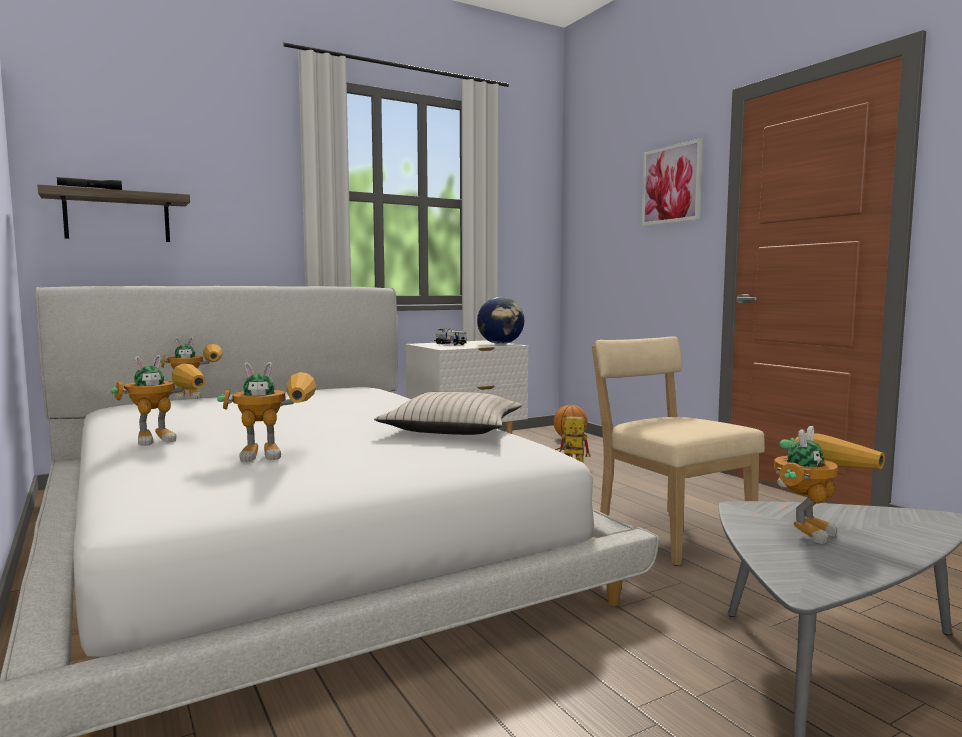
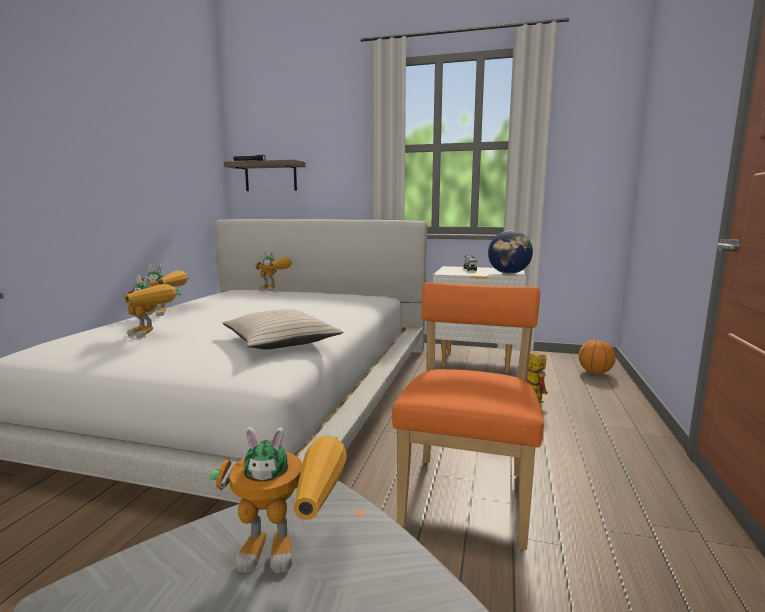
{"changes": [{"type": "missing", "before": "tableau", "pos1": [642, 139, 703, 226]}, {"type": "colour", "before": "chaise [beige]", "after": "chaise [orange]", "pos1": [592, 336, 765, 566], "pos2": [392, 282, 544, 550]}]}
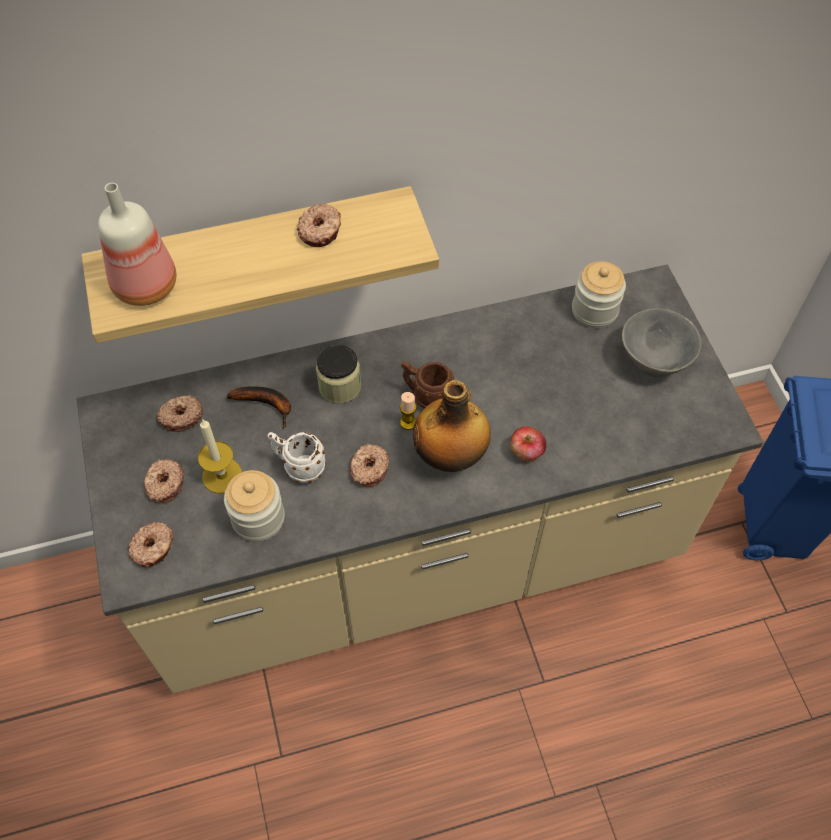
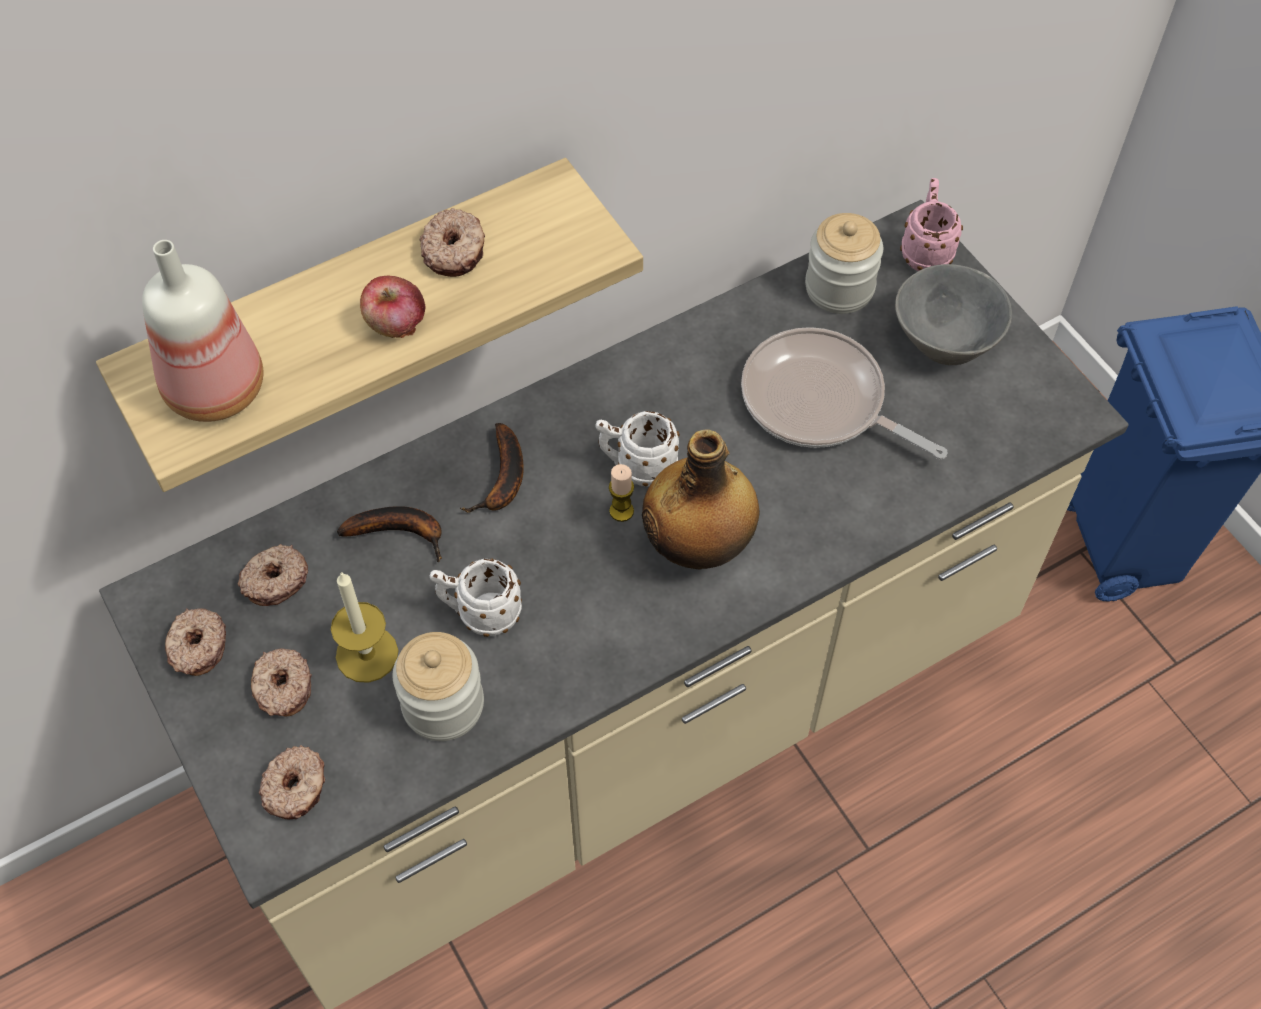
{"changes": [{"type": "appeared", "after": "poêle", "pos2": [741, 327, 947, 459]}, {"type": "appeared", "after": "mug [rose]", "pos2": [900, 178, 963, 271]}, {"type": "relocated", "before": "beignet", "pos1": [350, 443, 390, 487], "pos2": [165, 608, 226, 676]}, {"type": "relocated", "before": "pomme", "pos1": [510, 426, 546, 461], "pos2": [360, 276, 425, 338]}, {"type": "exchanged", "before": "bocal", "after": "banane", "pos1": [316, 345, 361, 404], "pos2": [460, 423, 524, 513]}, {"type": "colour", "before": "mug [marron]", "after": "mug [blanc]", "pos1": [401, 361, 455, 408], "pos2": [595, 411, 680, 486]}]}
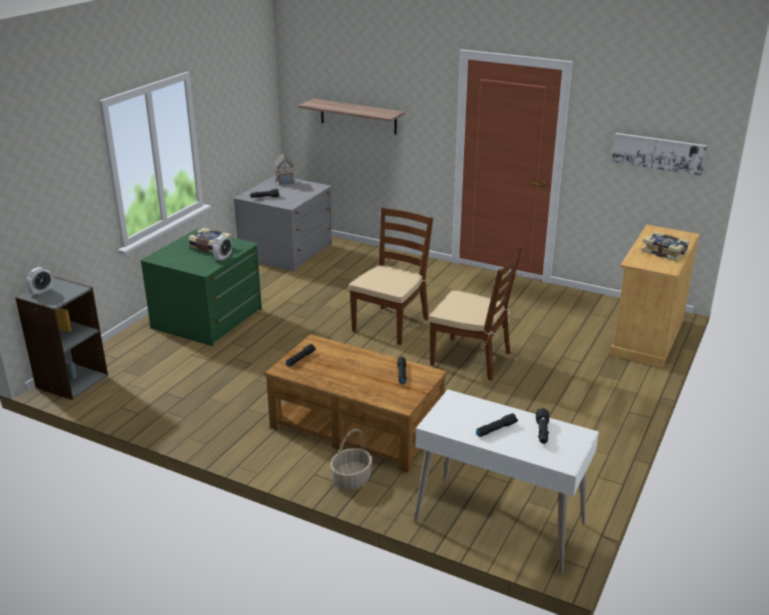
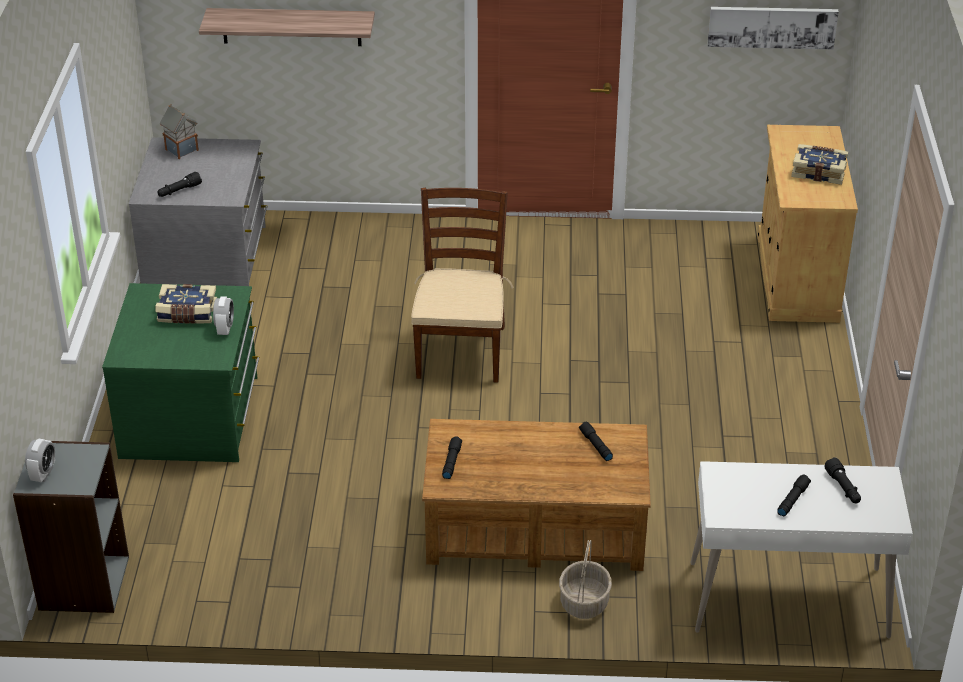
{"changes": [{"type": "missing", "before": "chaise [marron]", "pos1": [429, 246, 522, 380]}]}
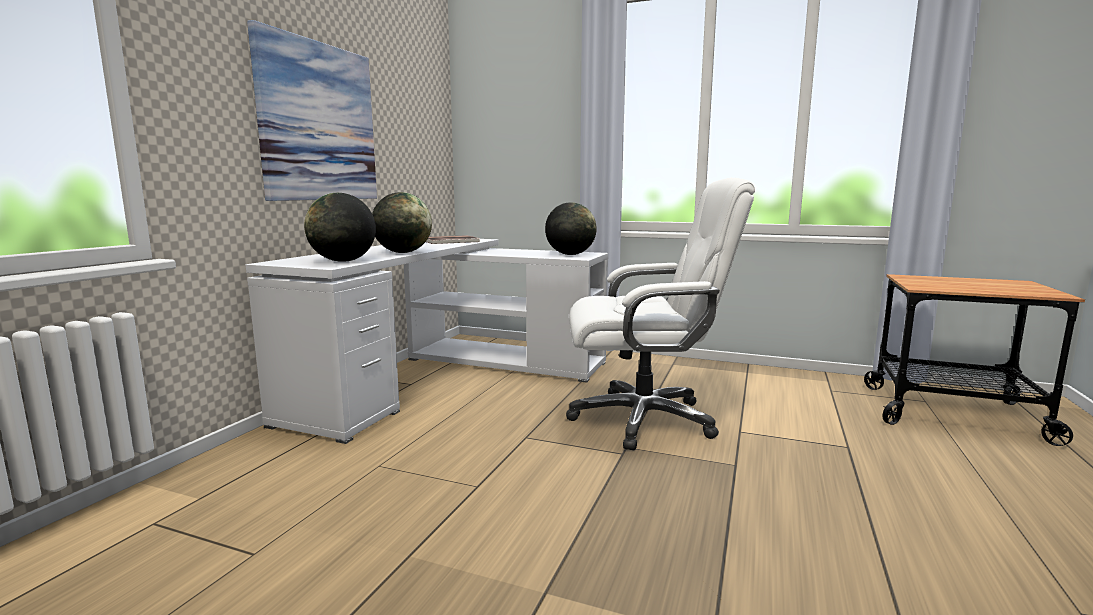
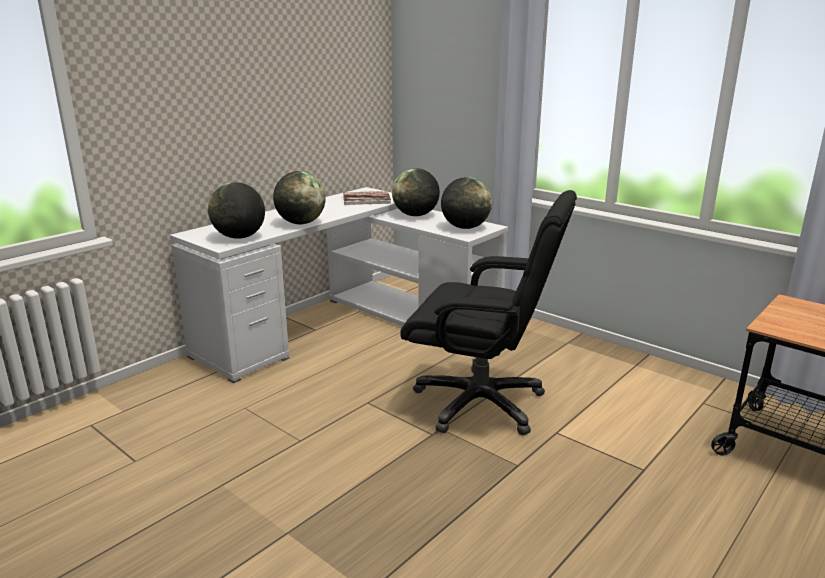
{"changes": [{"type": "missing", "before": "tableau", "pos1": [247, 20, 377, 201]}, {"type": "appeared", "after": "globe", "pos2": [392, 168, 440, 216]}, {"type": "colour", "before": "chaise de bureau [blanc]", "after": "chaise de bureau [noir]", "pos1": [566, 177, 755, 450], "pos2": [400, 190, 577, 435]}]}
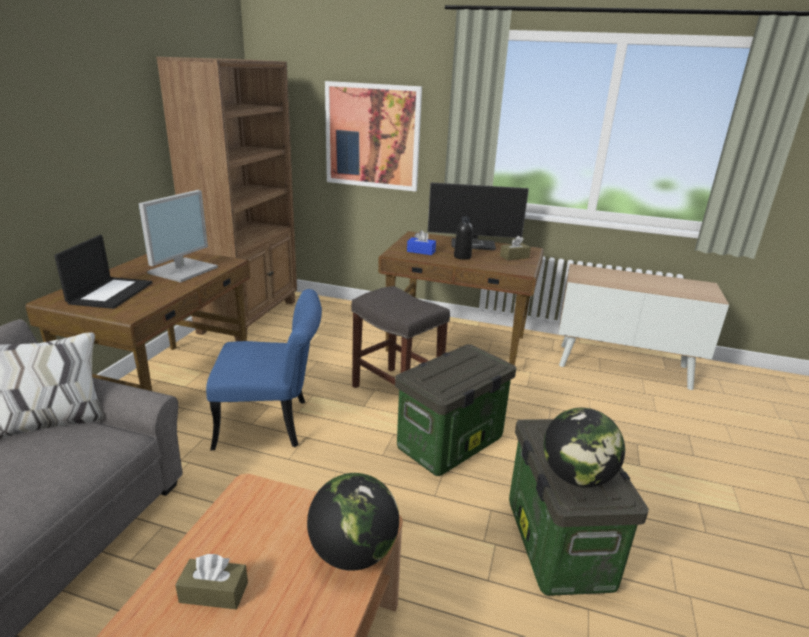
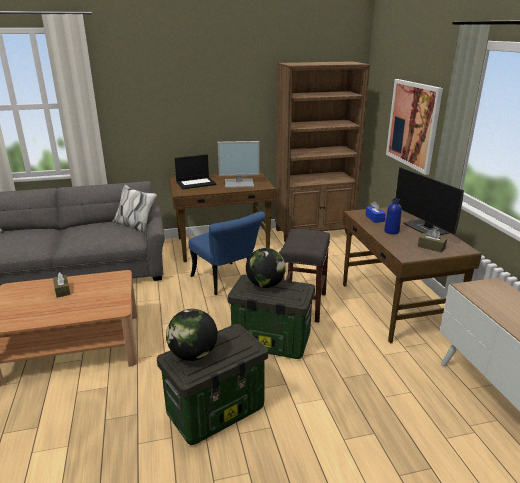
{"changes": [{"type": "relocated", "before": "globe", "pos1": [307, 473, 399, 571], "pos2": [246, 248, 286, 288]}, {"type": "colour", "before": "bouteille [noir]", "after": "bouteille [bleu]", "pos1": [454, 216, 473, 260], "pos2": [384, 198, 402, 234]}]}
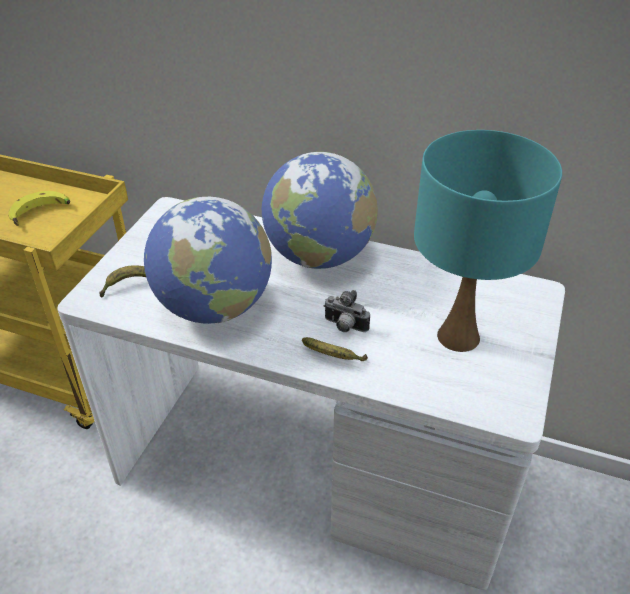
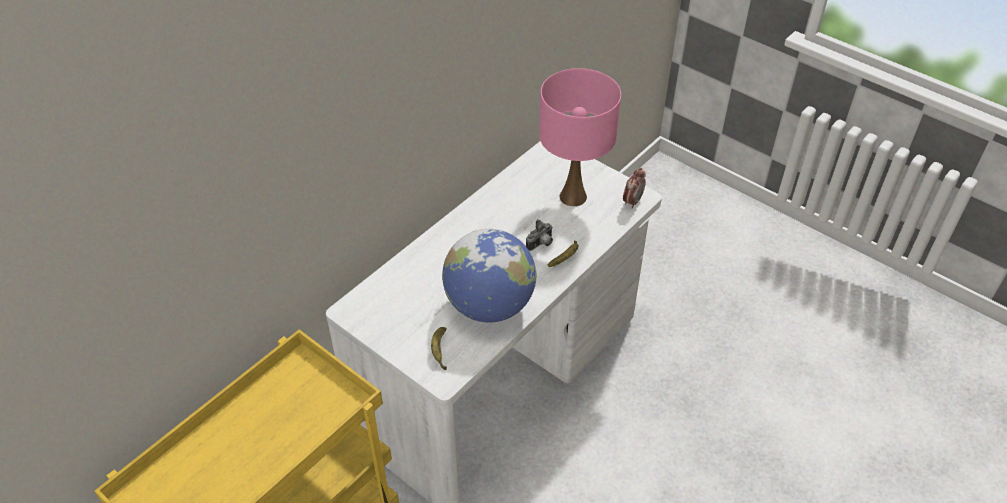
{"changes": [{"type": "missing", "before": "banane", "pos1": [8, 191, 70, 226]}, {"type": "missing", "before": "globe", "pos1": [262, 152, 378, 269]}, {"type": "appeared", "after": "réveil", "pos2": [623, 168, 646, 209]}, {"type": "colour", "before": "lampe de table [turquoise]", "after": "lampe de table [rose]", "pos1": [414, 130, 562, 352], "pos2": [539, 68, 621, 206]}]}
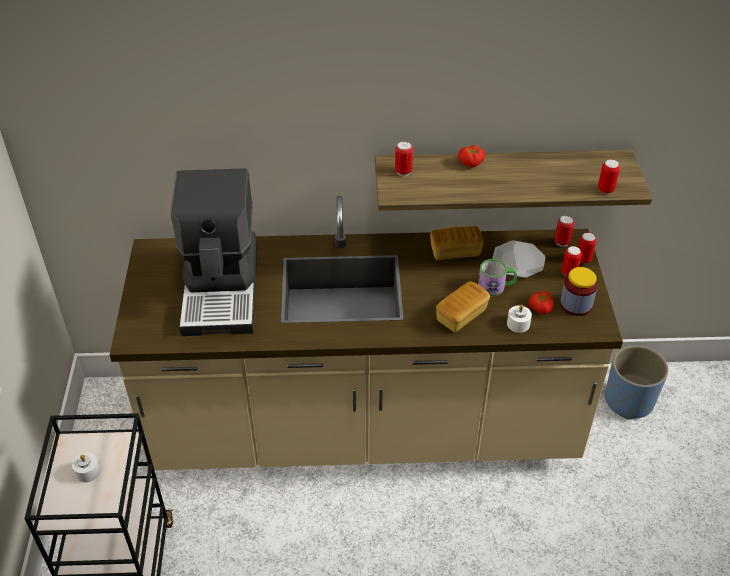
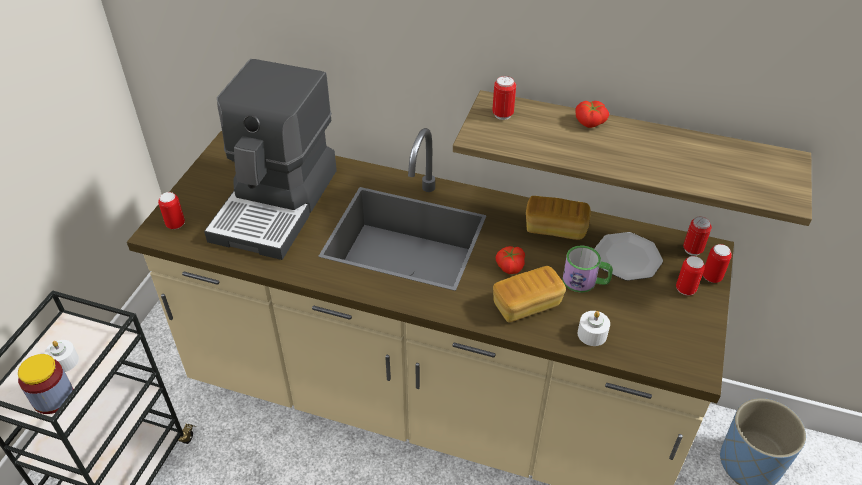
{"changes": [{"type": "relocated", "before": "tomate", "pos1": [529, 291, 554, 314], "pos2": [496, 246, 525, 274]}, {"type": "relocated", "before": "bocal", "pos1": [560, 267, 598, 316], "pos2": [18, 354, 73, 414]}, {"type": "relocated", "before": "boîte métallique", "pos1": [598, 159, 620, 194], "pos2": [158, 192, 185, 229]}]}
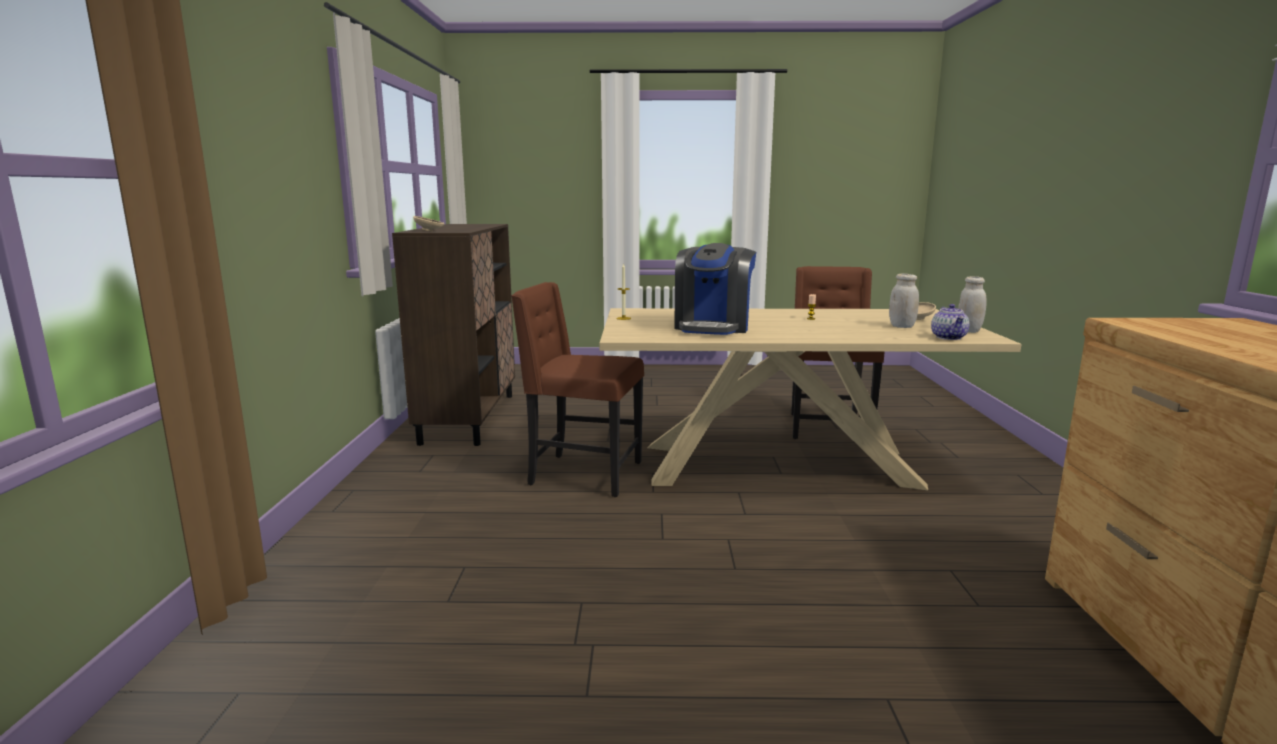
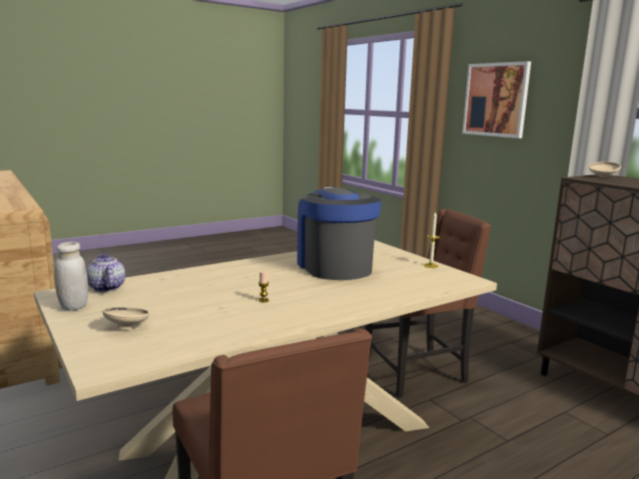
{"changes": [{"type": "missing", "before": "bocal [blanc]", "pos1": [889, 273, 919, 328]}, {"type": "appeared", "after": "tableau", "pos2": [462, 61, 531, 138]}]}
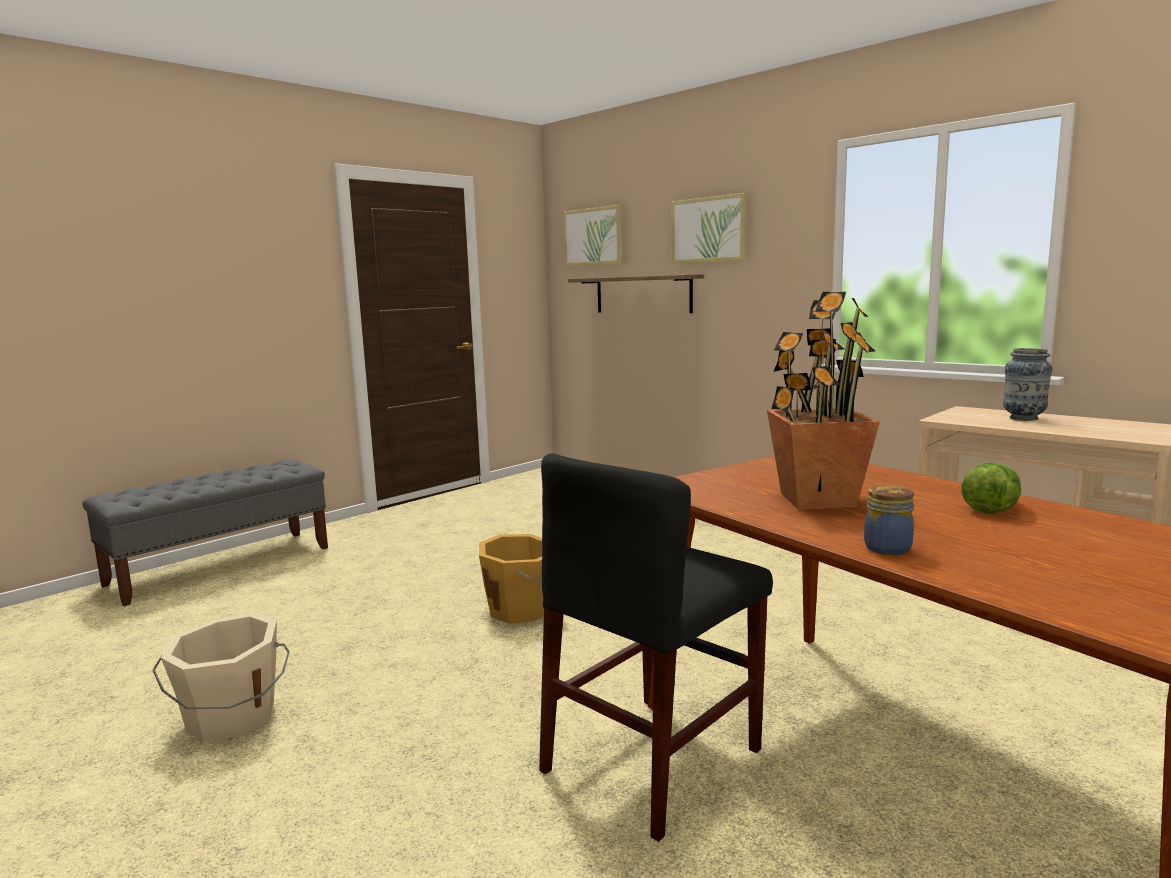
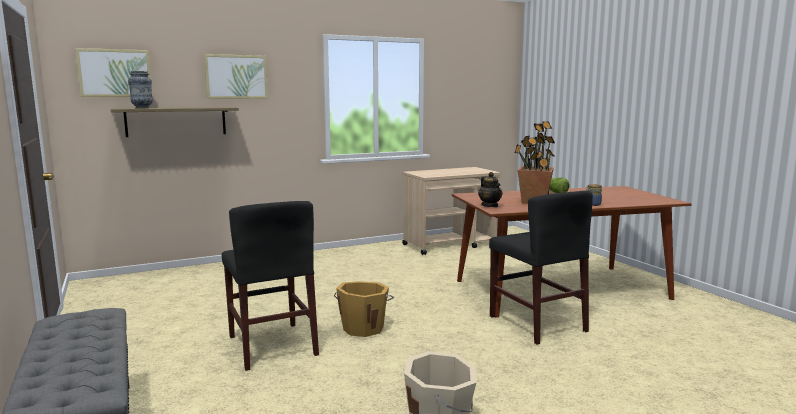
{"changes": [{"type": "appeared", "after": "chaise [noir]", "pos2": [222, 201, 319, 371]}, {"type": "appeared", "after": "théière", "pos2": [478, 172, 503, 207]}, {"type": "relocated", "before": "vase", "pos1": [1003, 348, 1053, 421], "pos2": [128, 71, 153, 108]}]}
